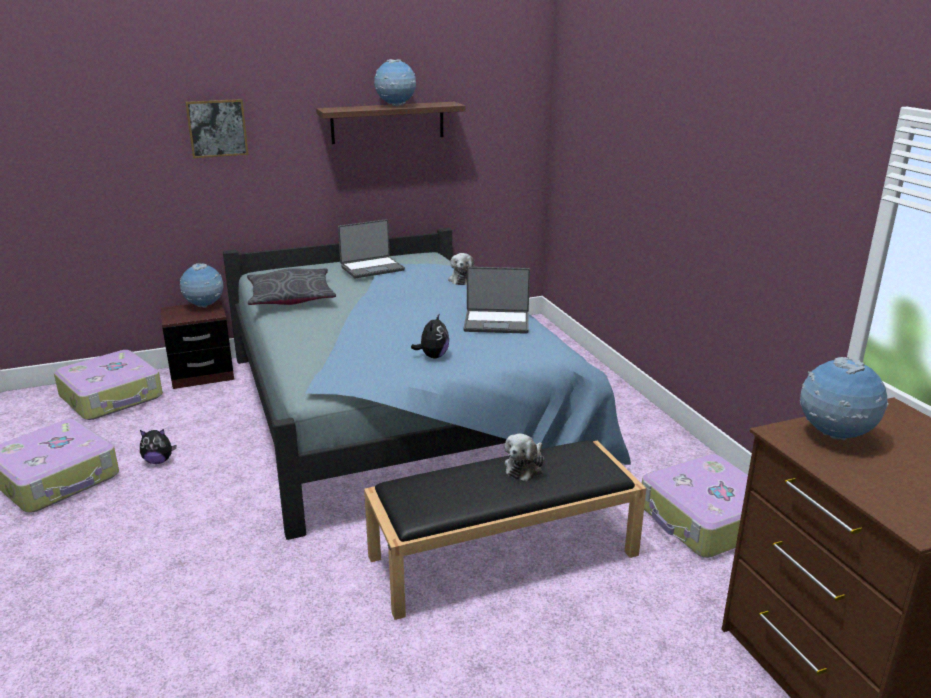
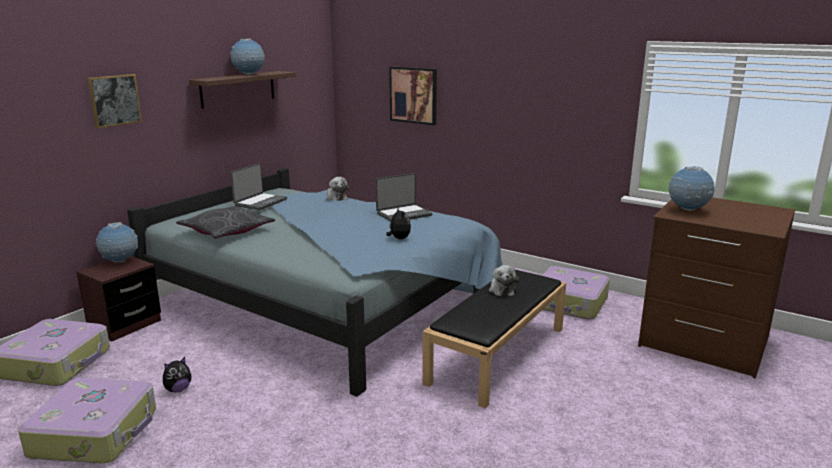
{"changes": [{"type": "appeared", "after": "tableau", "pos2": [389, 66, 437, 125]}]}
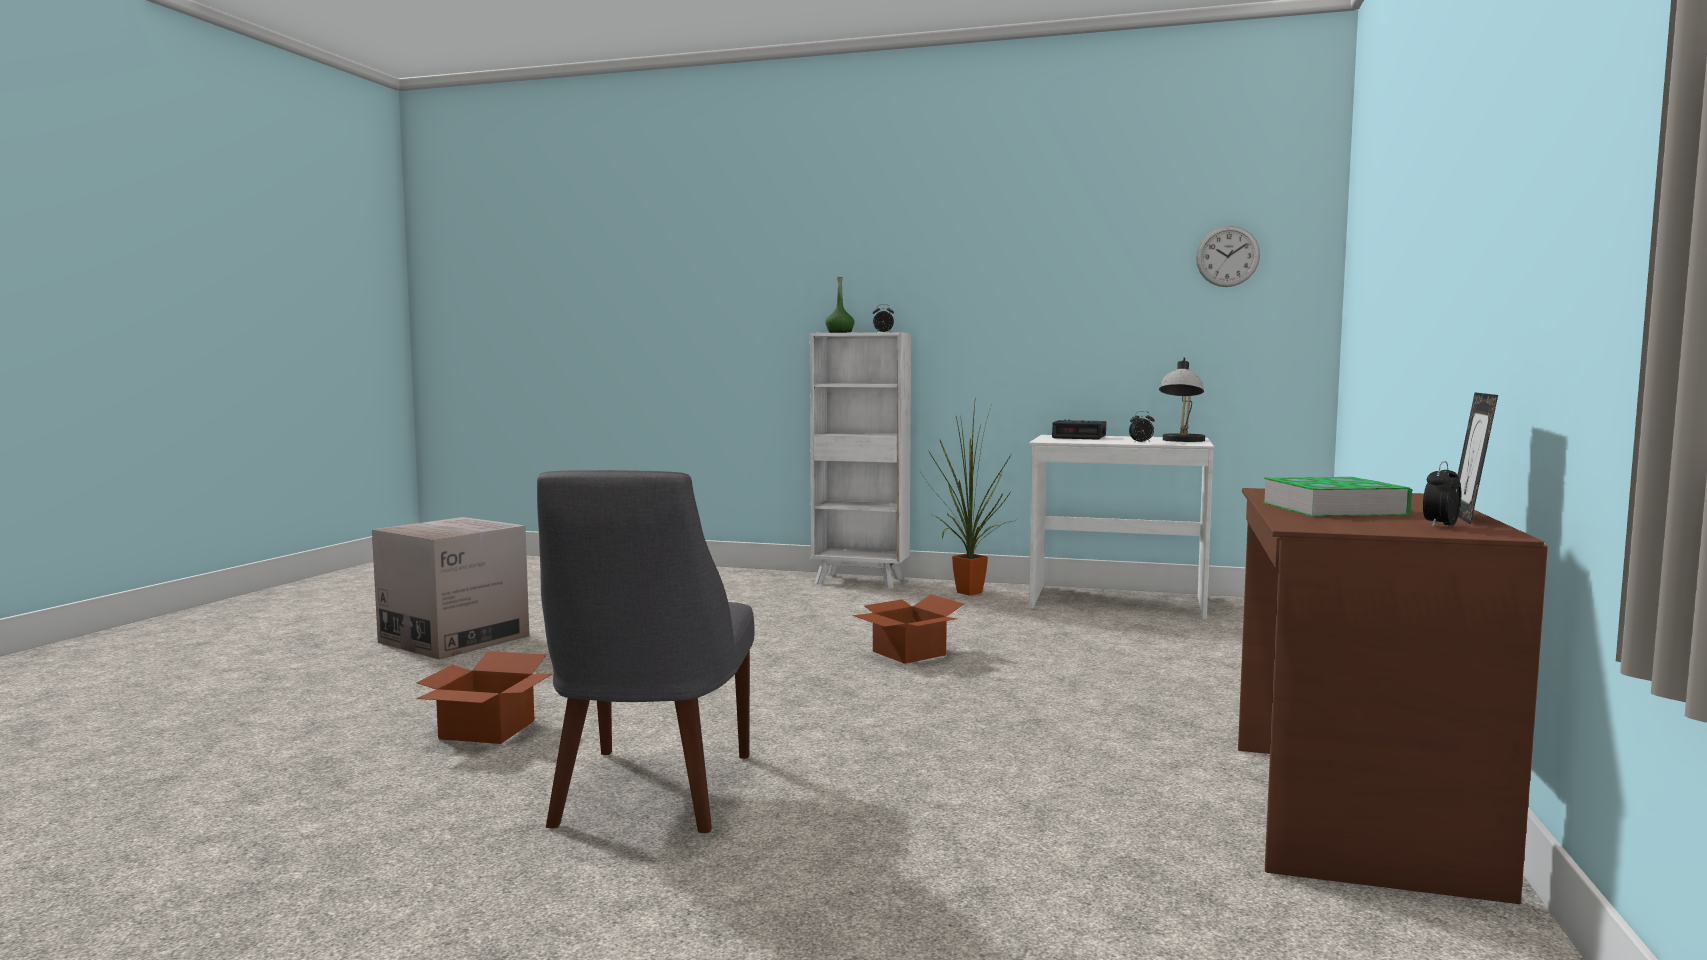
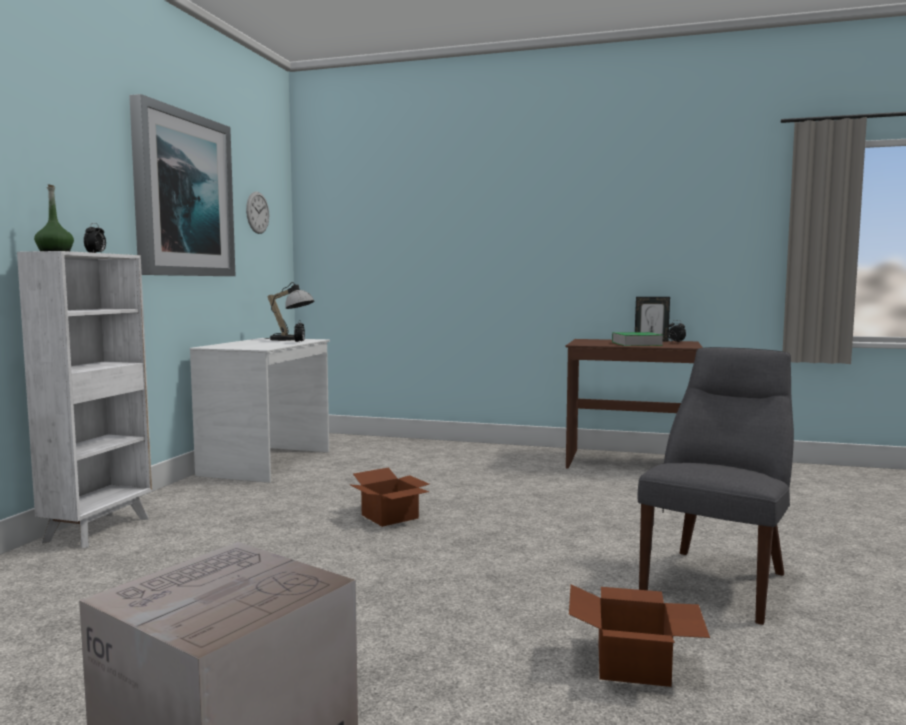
{"changes": [{"type": "missing", "before": "plante en pot", "pos1": [921, 403, 1016, 596]}, {"type": "missing", "before": "réveil", "pos1": [1052, 420, 1106, 440]}, {"type": "appeared", "after": "tableau", "pos2": [129, 94, 235, 276]}, {"type": "spun", "before": "chaise [gris]", "pos1": [537, 470, 755, 833], "pos2": [637, 347, 794, 625], "turn": -60}]}
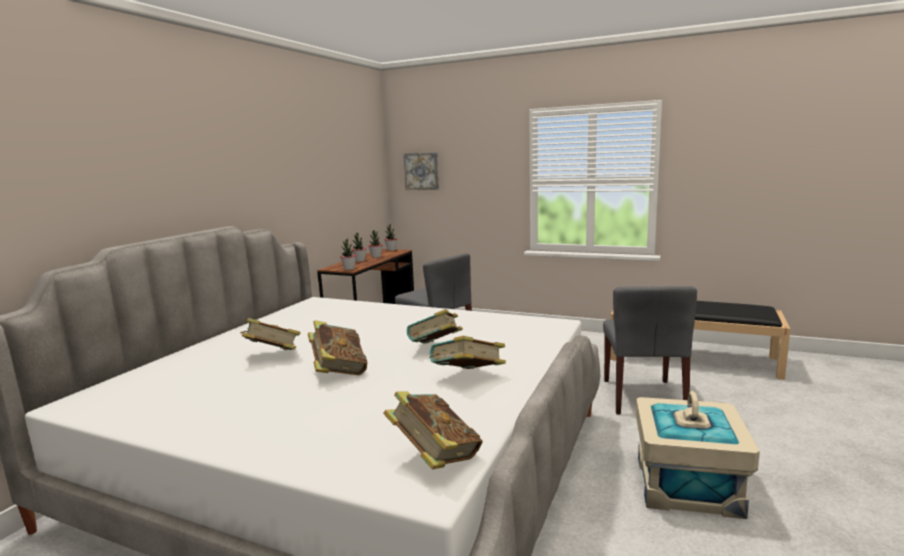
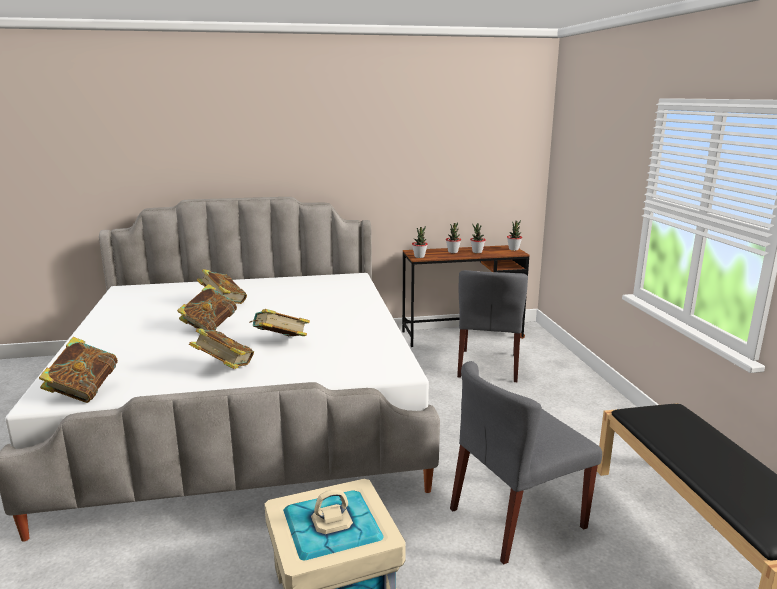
{"changes": [{"type": "missing", "before": "tableau", "pos1": [404, 152, 439, 190]}]}
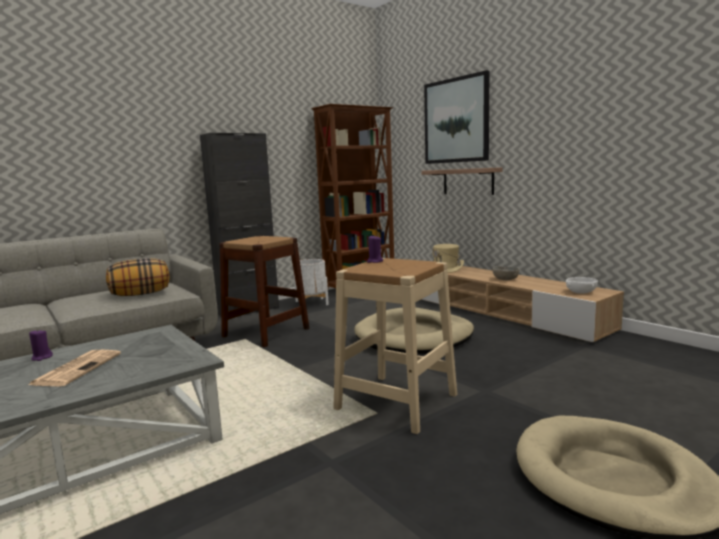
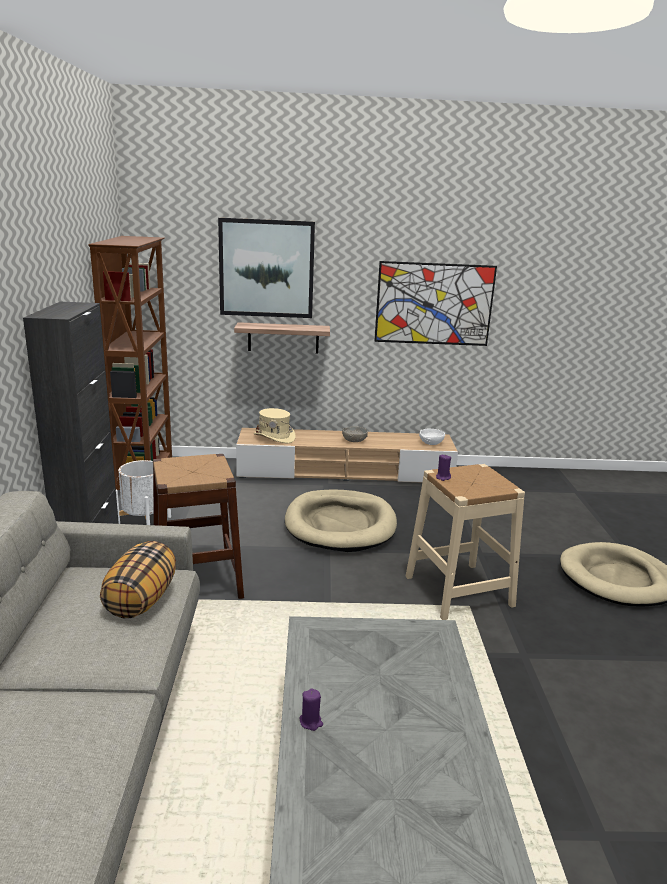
{"changes": [{"type": "missing", "before": "journal", "pos1": [28, 350, 121, 386]}, {"type": "appeared", "after": "tableau", "pos2": [374, 261, 497, 346]}]}
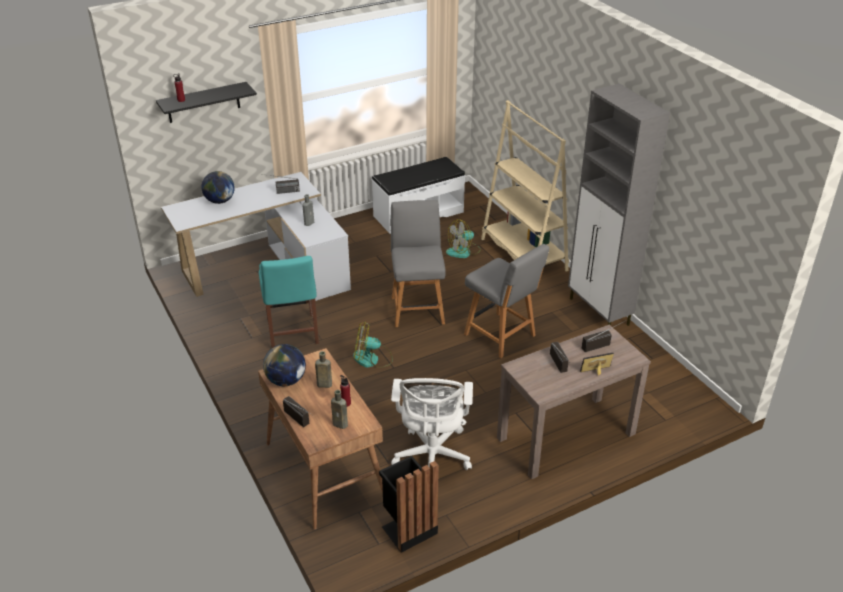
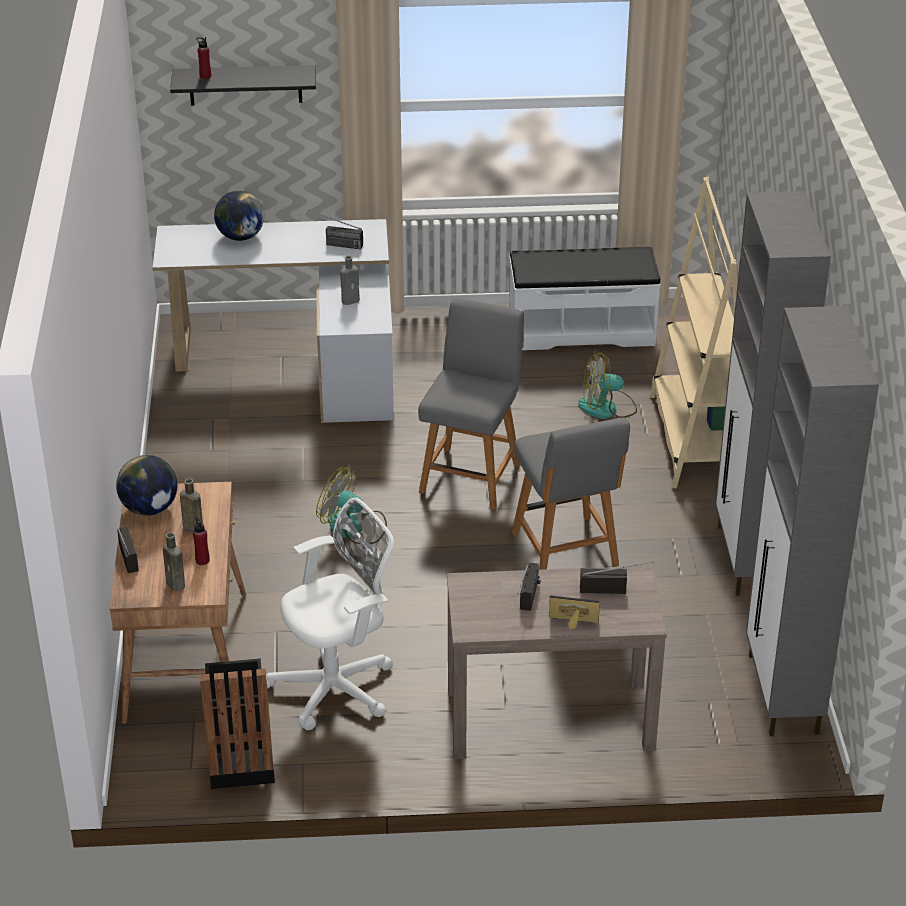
{"changes": [{"type": "missing", "before": "chaise [turquoise]", "pos1": [259, 256, 319, 348]}, {"type": "appeared", "after": "meuble de rangement [gris]", "pos2": [746, 306, 879, 736]}, {"type": "spun", "before": "chaise de bureau [blanc]", "pos1": [391, 378, 473, 470], "pos2": [266, 497, 394, 730], "turn": -150}]}
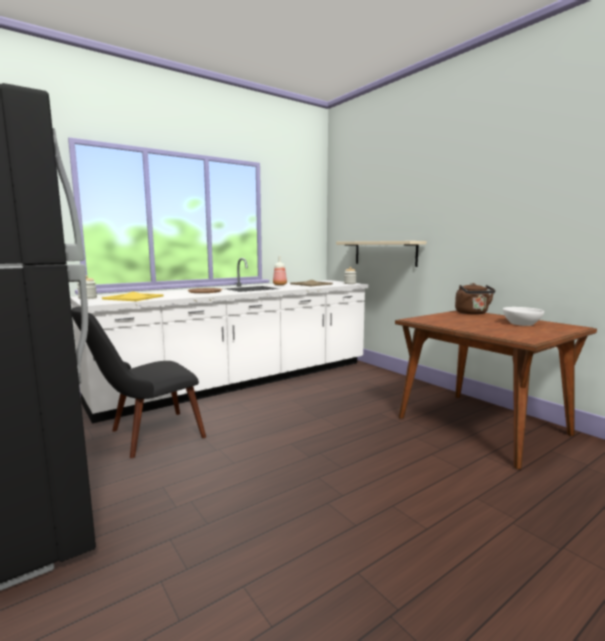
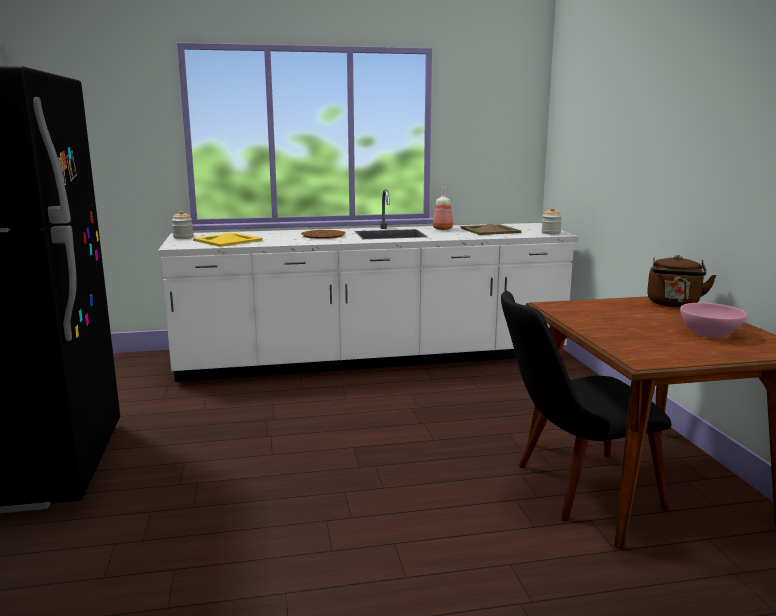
{"changes": [{"type": "missing", "before": "étagère [beige]", "pos1": [336, 241, 427, 267]}, {"type": "relocated", "before": "chaise [noir]", "pos1": [71, 307, 206, 458], "pos2": [501, 291, 671, 522]}, {"type": "colour", "before": "bol [blanc]", "after": "bol [rose]", "pos1": [503, 307, 544, 326], "pos2": [680, 303, 747, 338]}]}
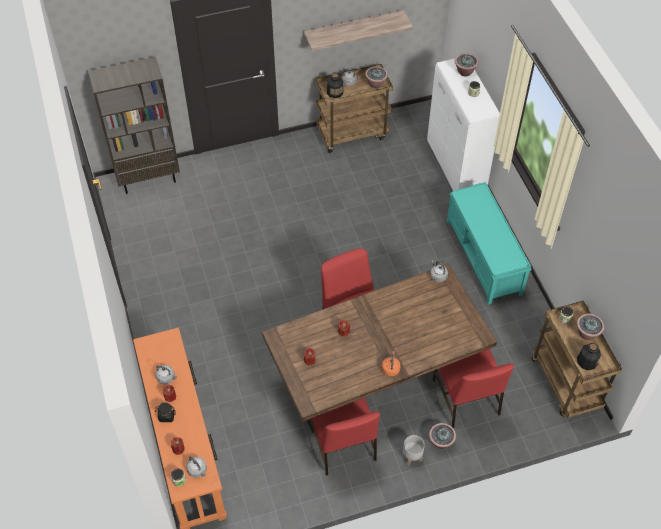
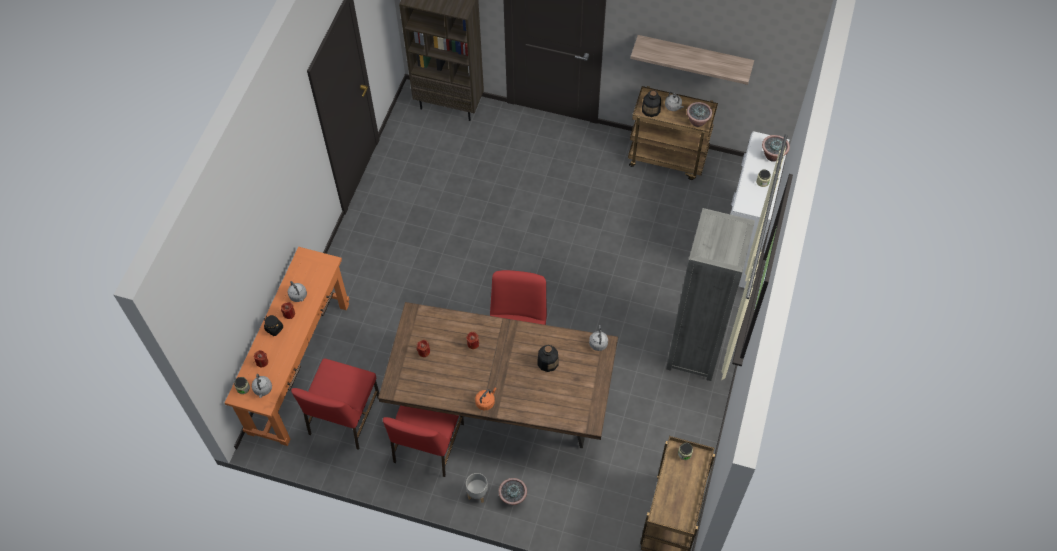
{"changes": [{"type": "missing", "before": "plante en pot", "pos1": [577, 314, 604, 340]}, {"type": "relocated", "before": "chaise [rouge]", "pos1": [432, 349, 514, 428], "pos2": [291, 359, 379, 450]}, {"type": "relocated", "before": "bouteille", "pos1": [577, 343, 601, 370], "pos2": [537, 345, 559, 372]}, {"type": "exchanged", "before": "banc [turquoise]", "after": "bibliothèque [gris]", "pos1": [447, 182, 532, 305], "pos2": [666, 208, 755, 381]}]}
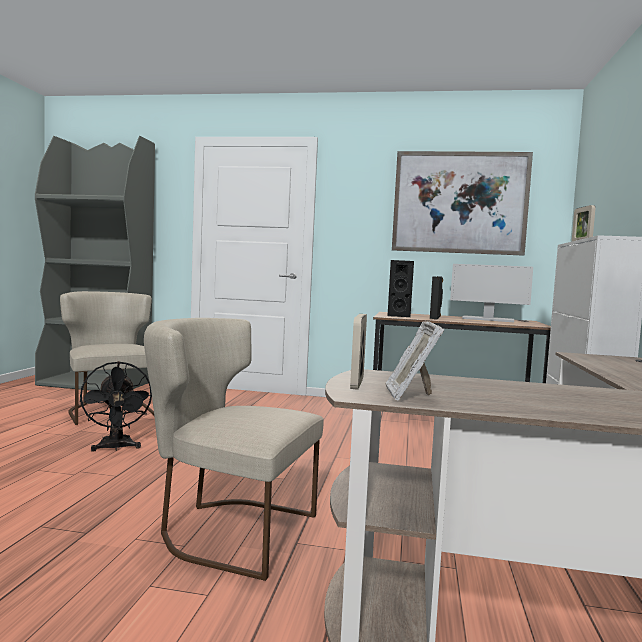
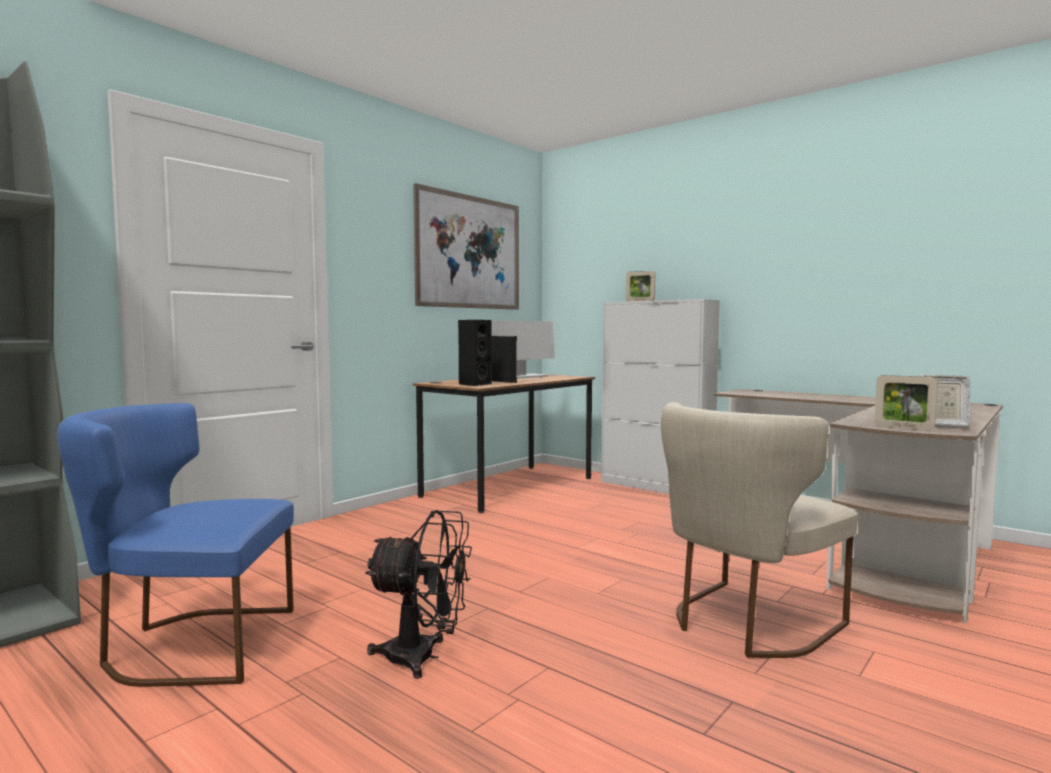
{"changes": [{"type": "colour", "before": "chaise [beige]", "after": "chaise [bleu]", "pos1": [60, 291, 154, 425], "pos2": [57, 403, 294, 687]}]}
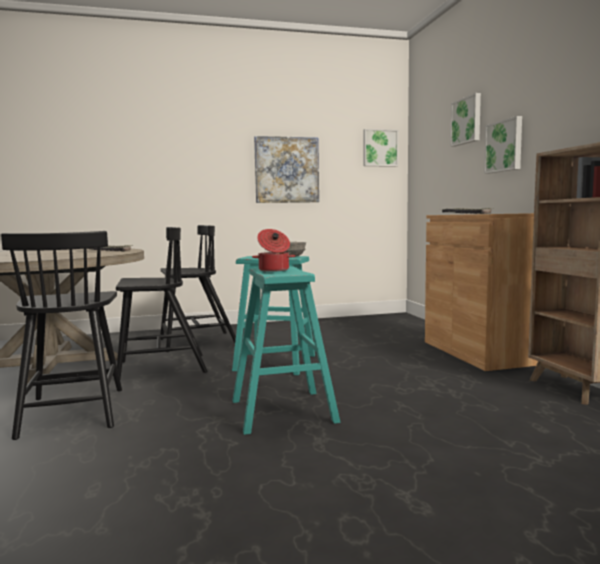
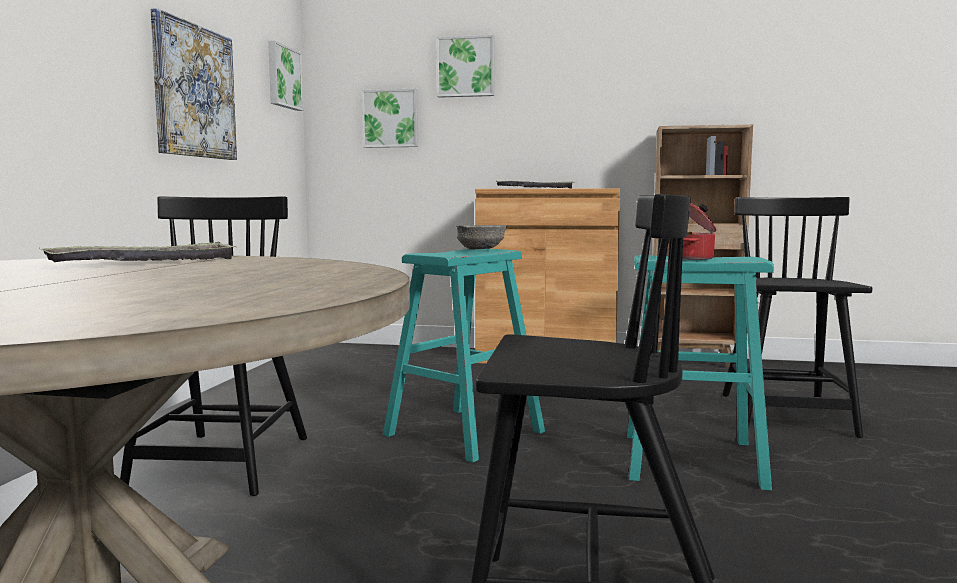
{"changes": [{"type": "relocated", "before": "chaise [noir]", "pos1": [116, 227, 208, 379], "pos2": [722, 197, 872, 438]}, {"type": "relocated", "before": "tableau", "pos1": [484, 116, 522, 174], "pos2": [362, 88, 418, 148]}]}
